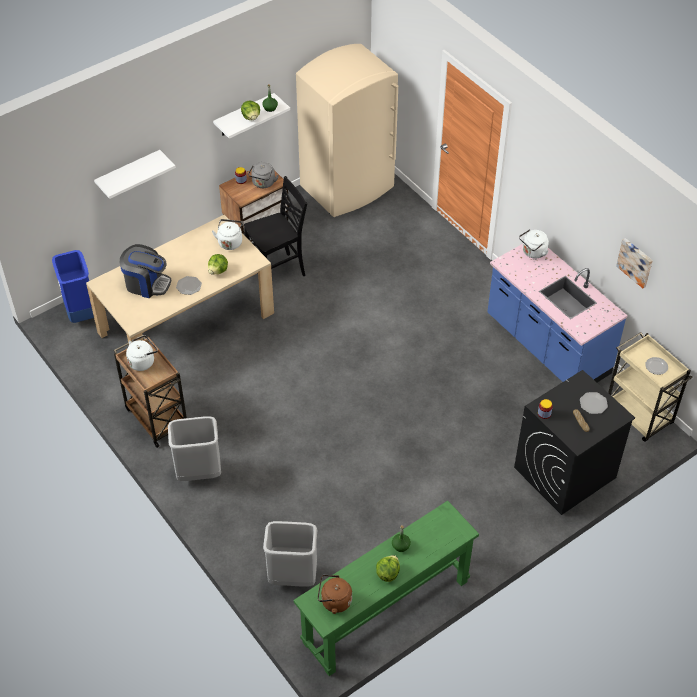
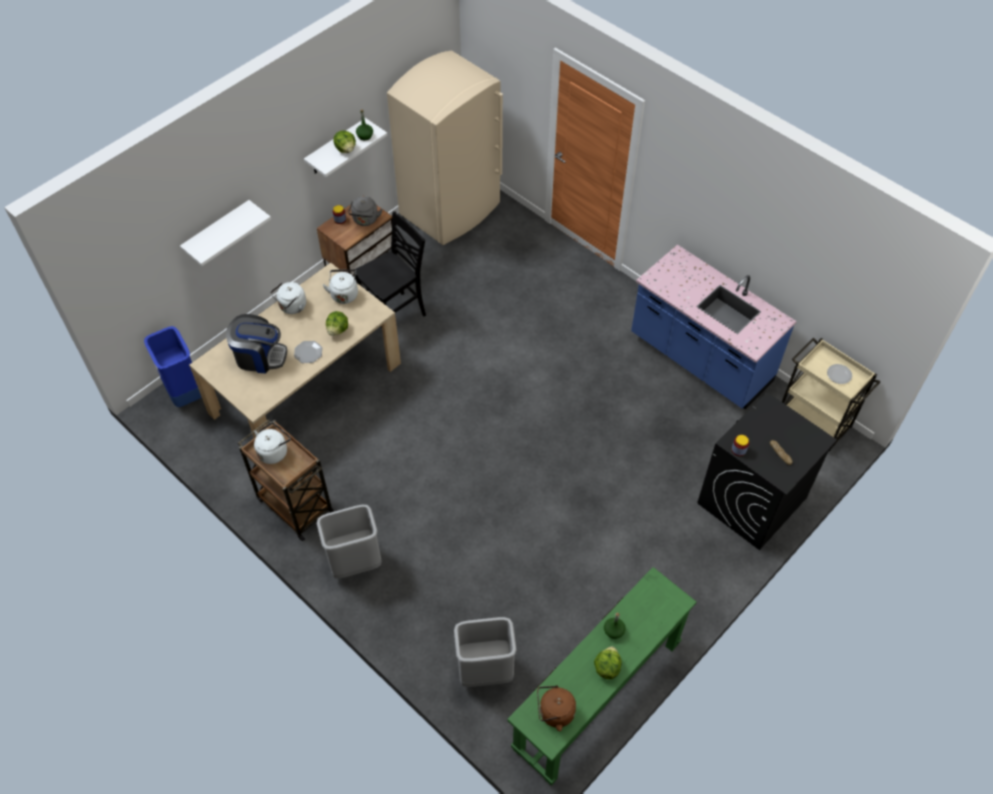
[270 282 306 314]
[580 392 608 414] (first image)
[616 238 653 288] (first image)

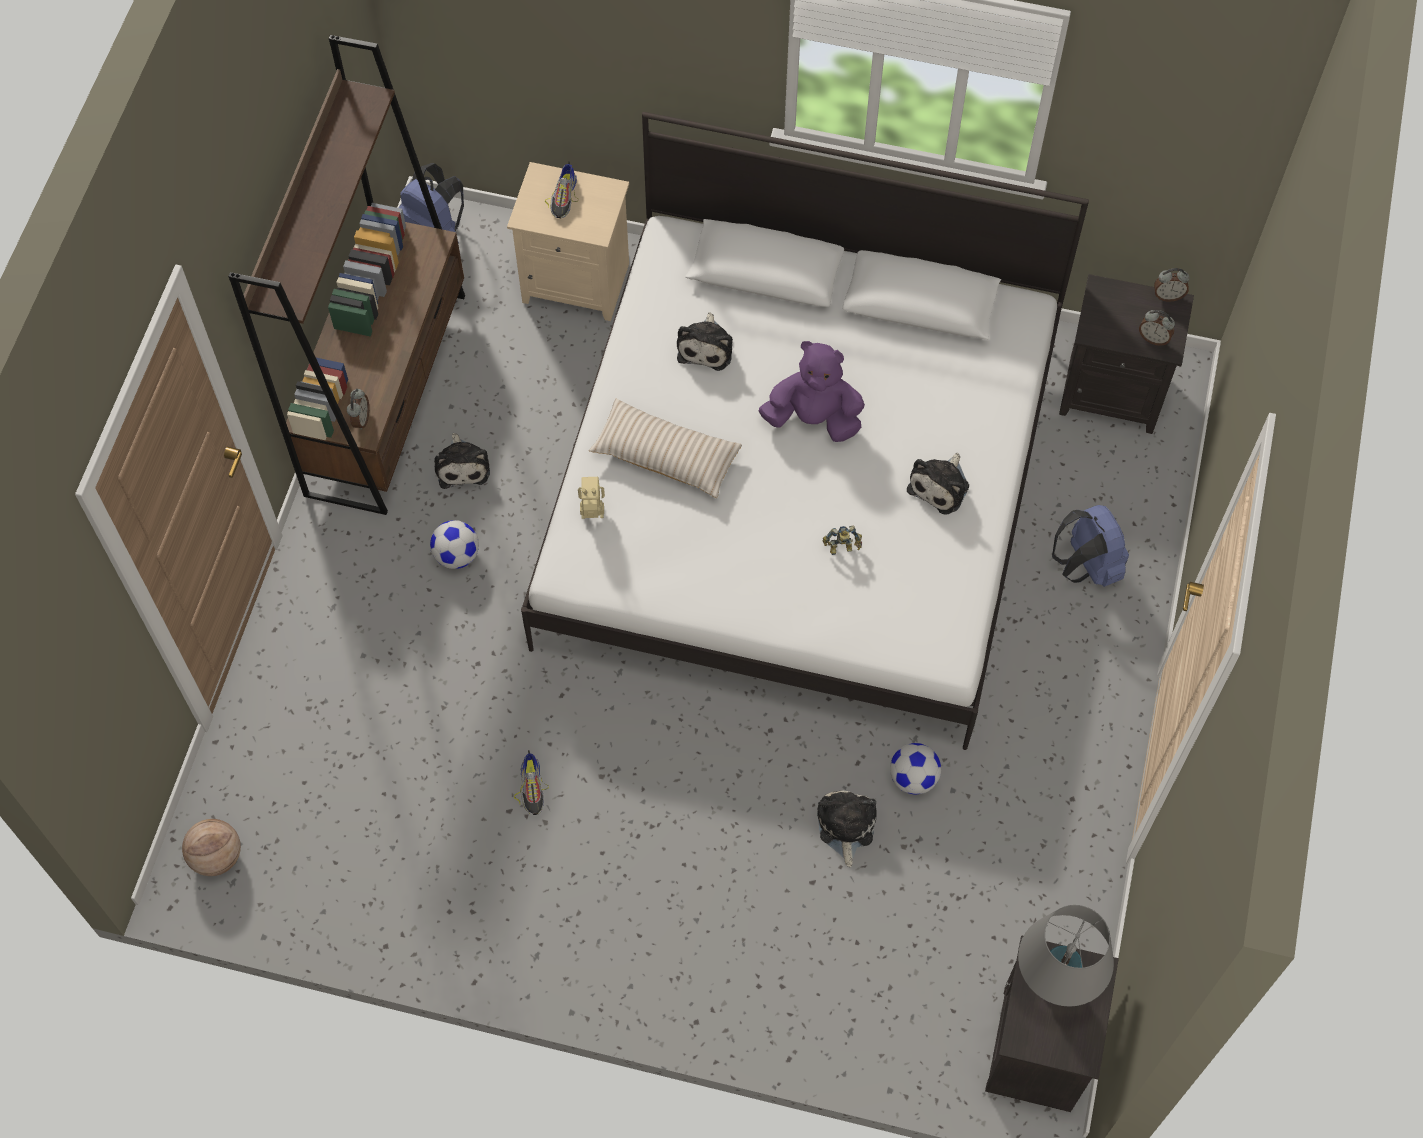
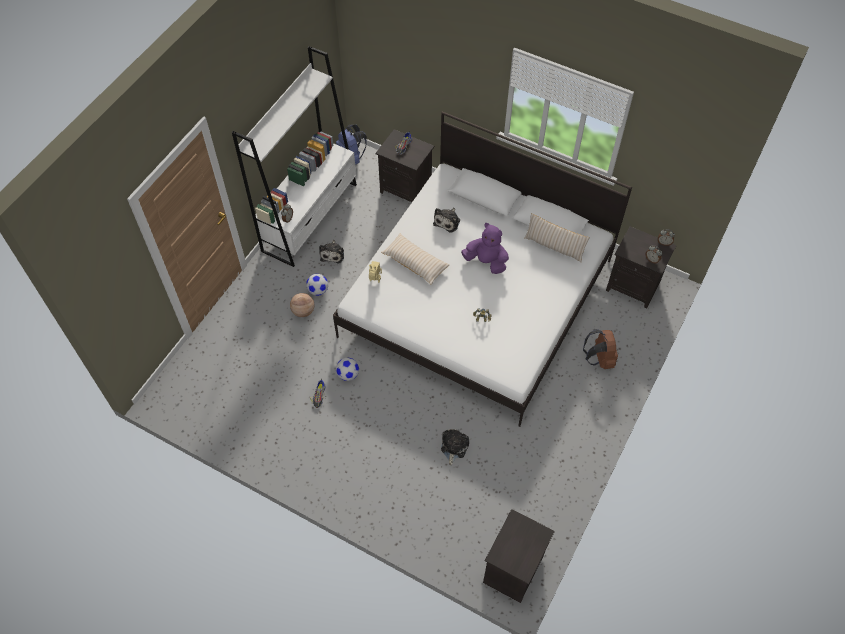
[290 293 315 317]
[232 46 357 267]
[376 129 434 202]
[336 358 359 381]
[907 453 969 515] (first image)
[1018 905 1114 1007] (first image)
[583 329 618 369]
[524 213 590 262]

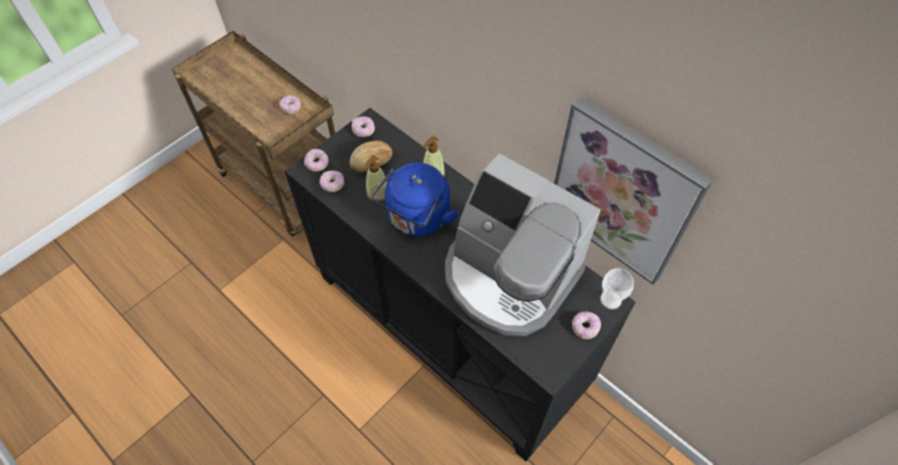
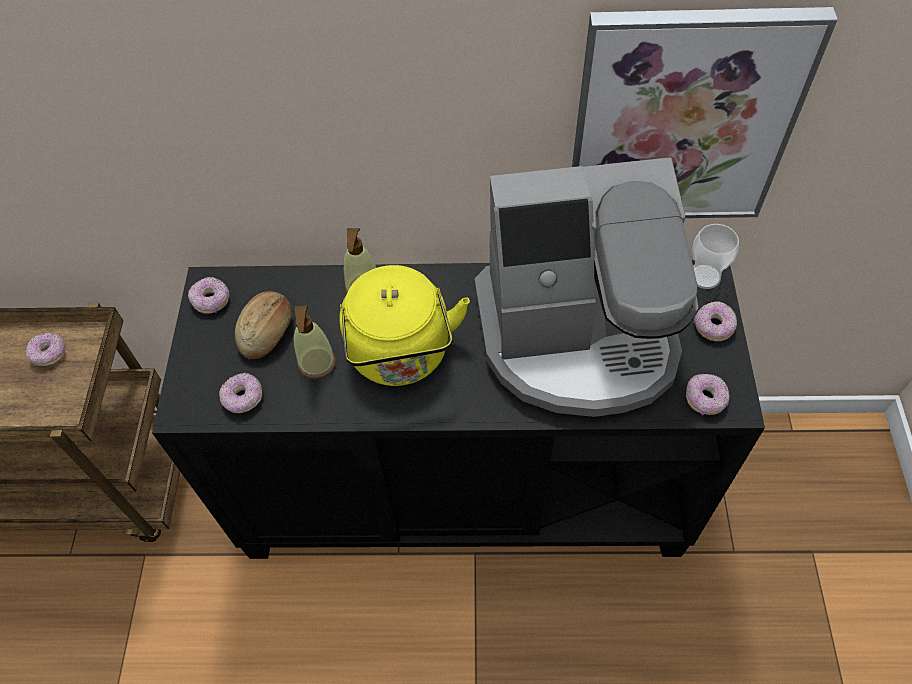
[686 374 730 415]
[339 265 470 386]

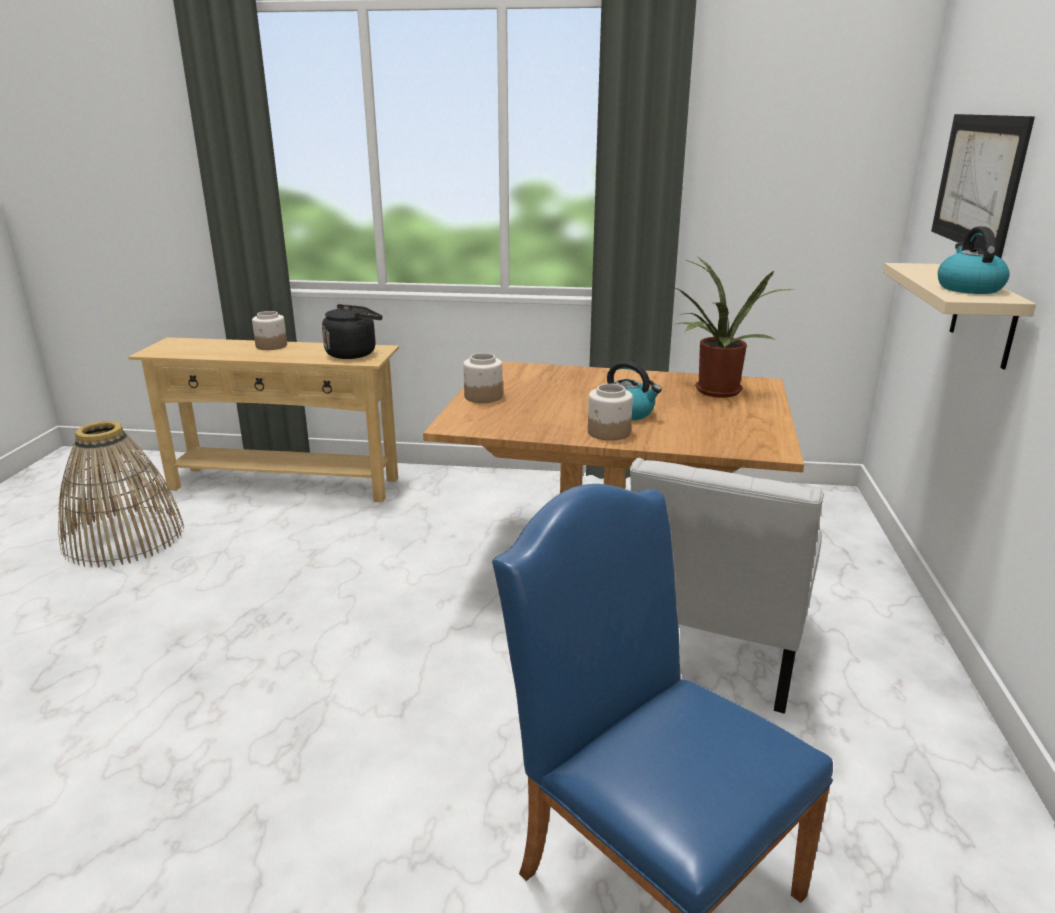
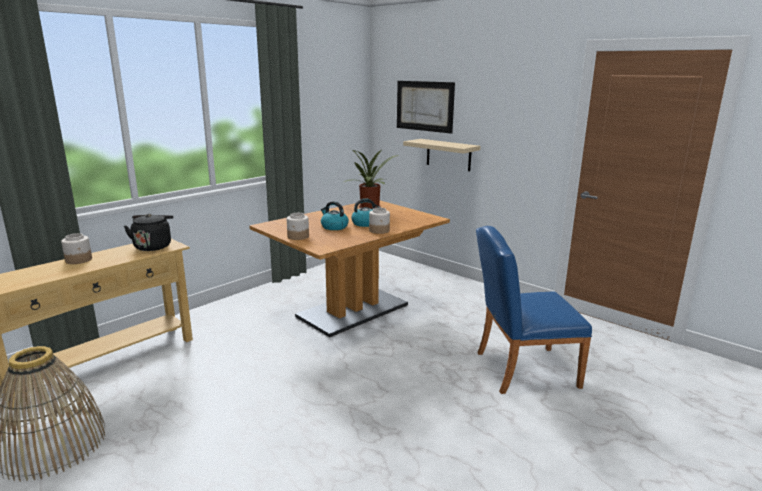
[630 458 824 714] (first image)
[321 201 349 230]

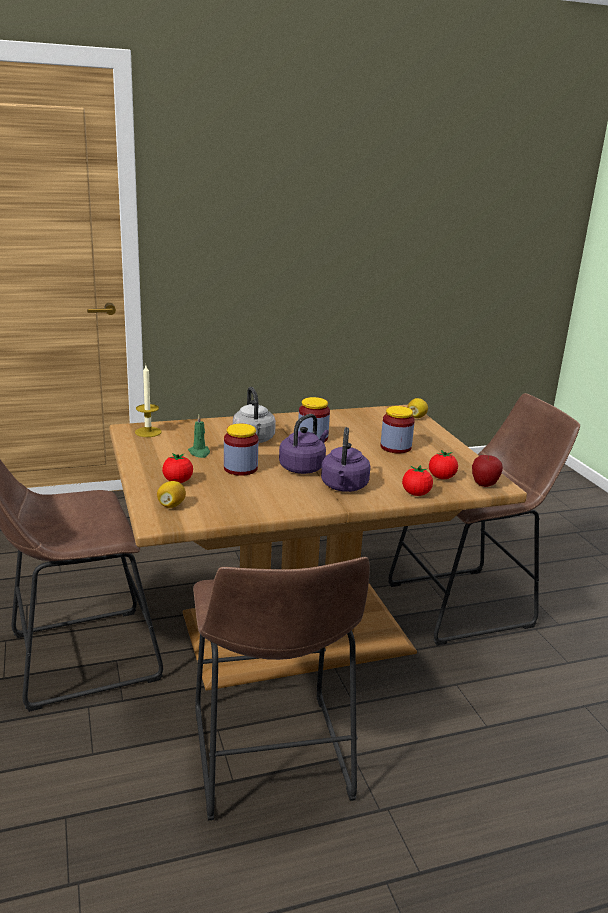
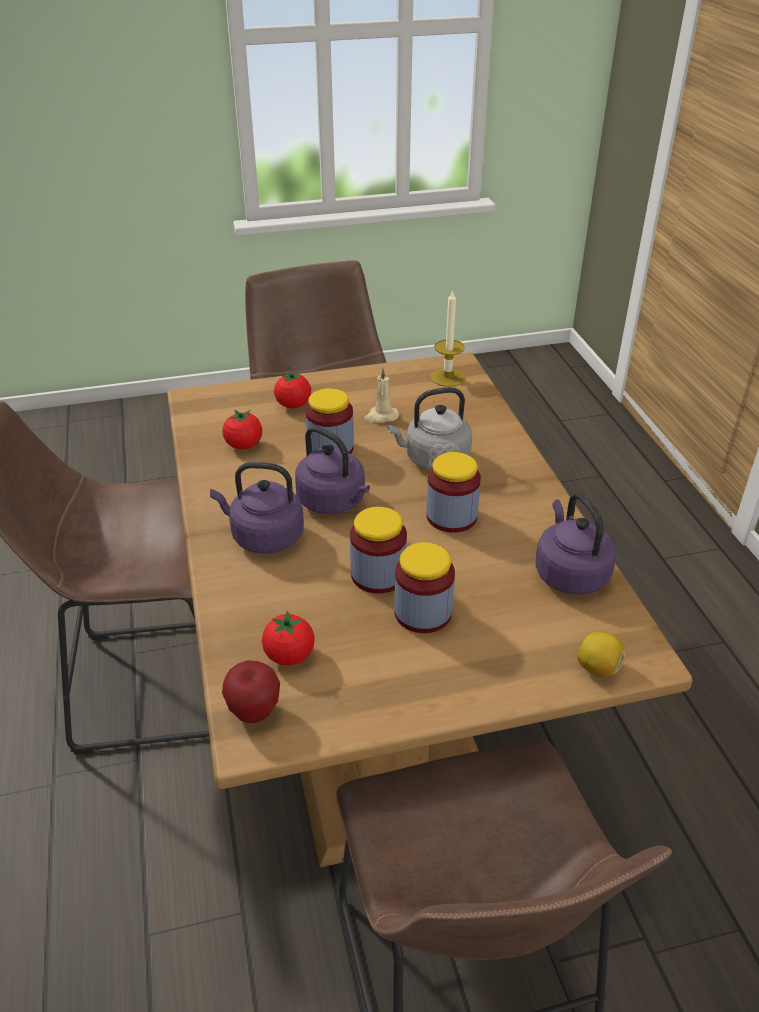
[157 481 186 508] (first image)
[365 368 399 423]
[222 410 262 450]
[350 507 407 594]
[536 493 616 595]

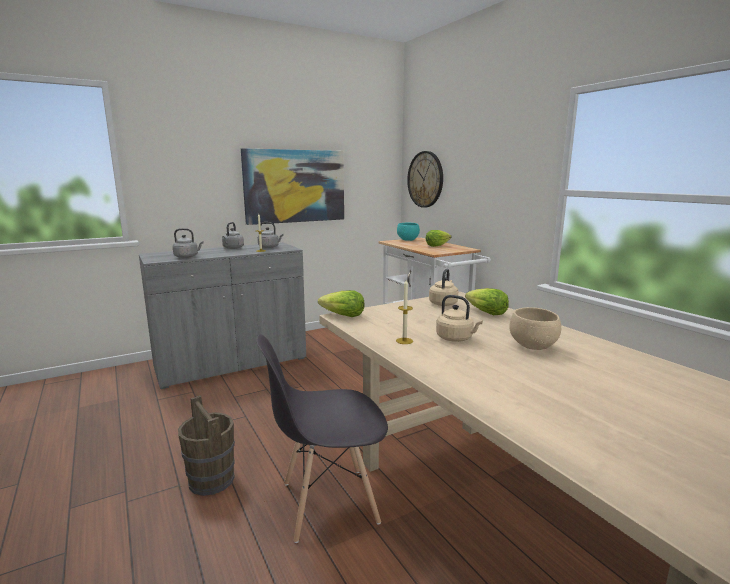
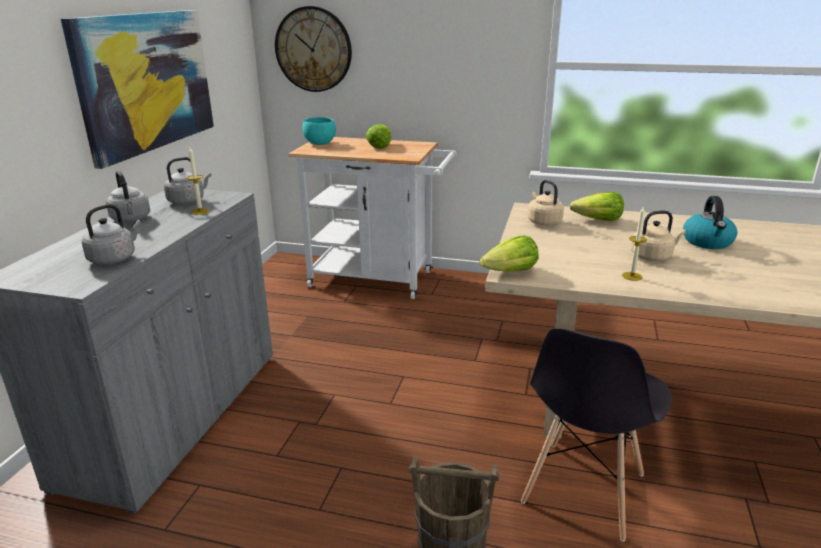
[683 196 737 249]

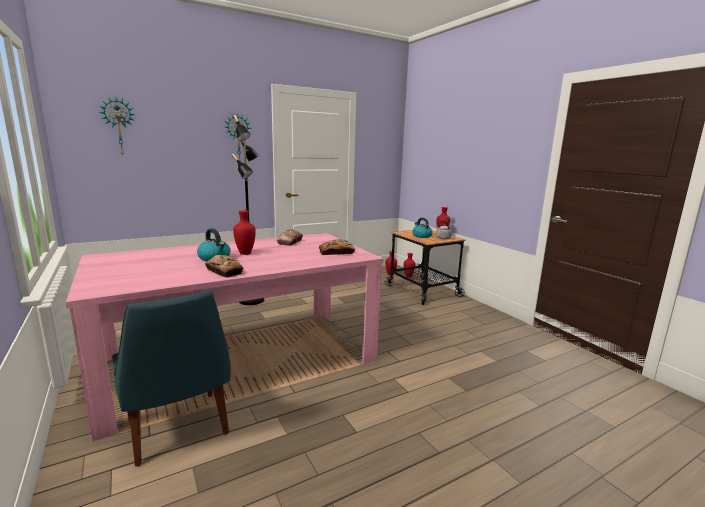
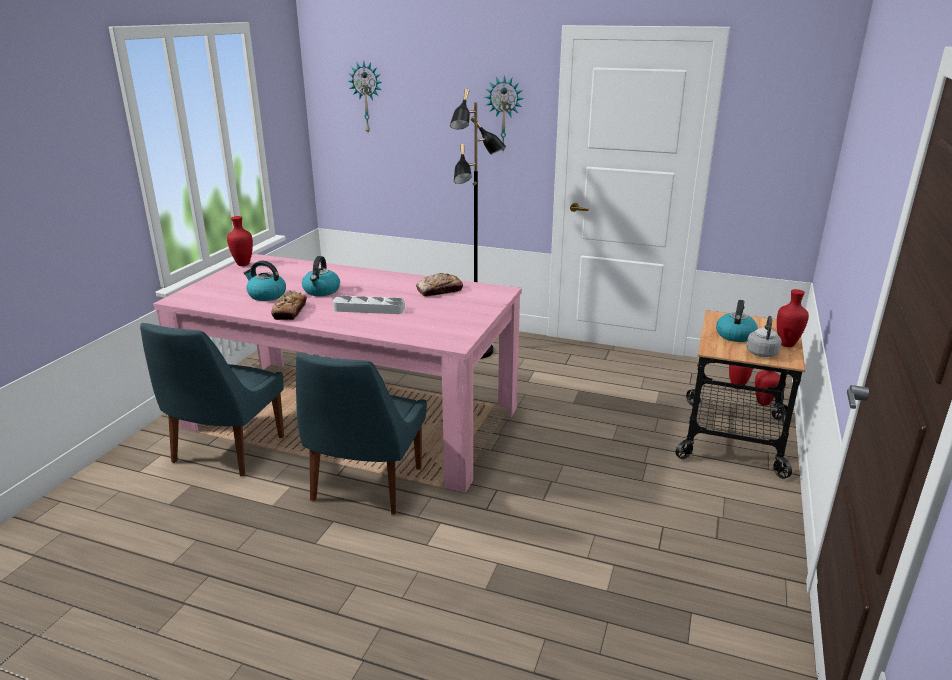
[227 216 253 266]
[319 239 355 255] (first image)
[244 260 286 301]
[296 353 427 514]
[333 296 405 314]

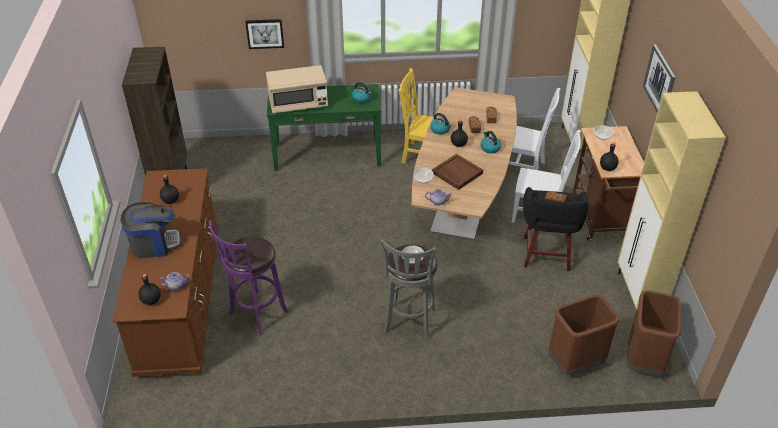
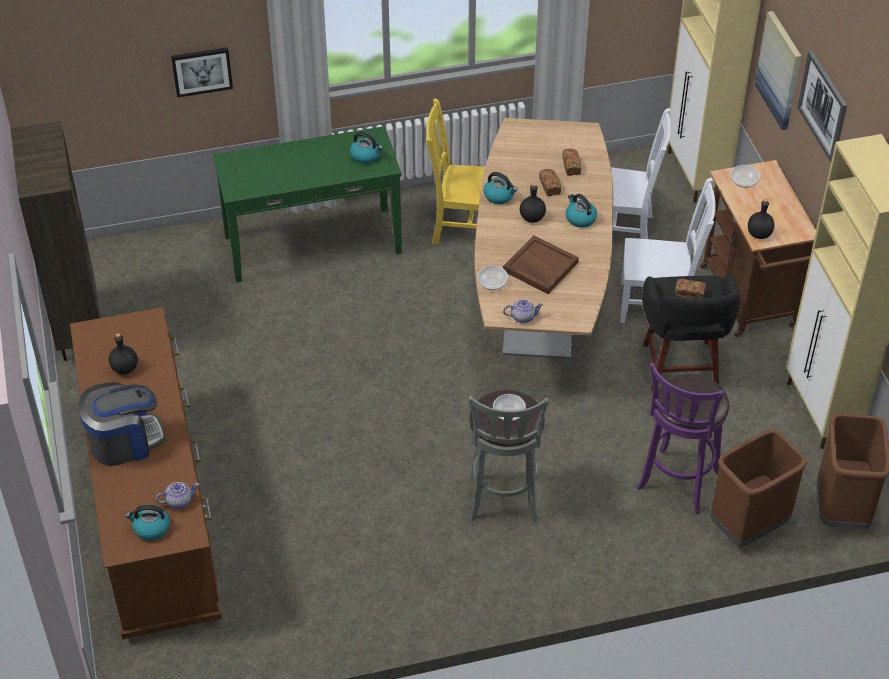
[125 505 170 540]
[637 363 729 514]
[266 65 328 113] (first image)
[755 11 801 130]

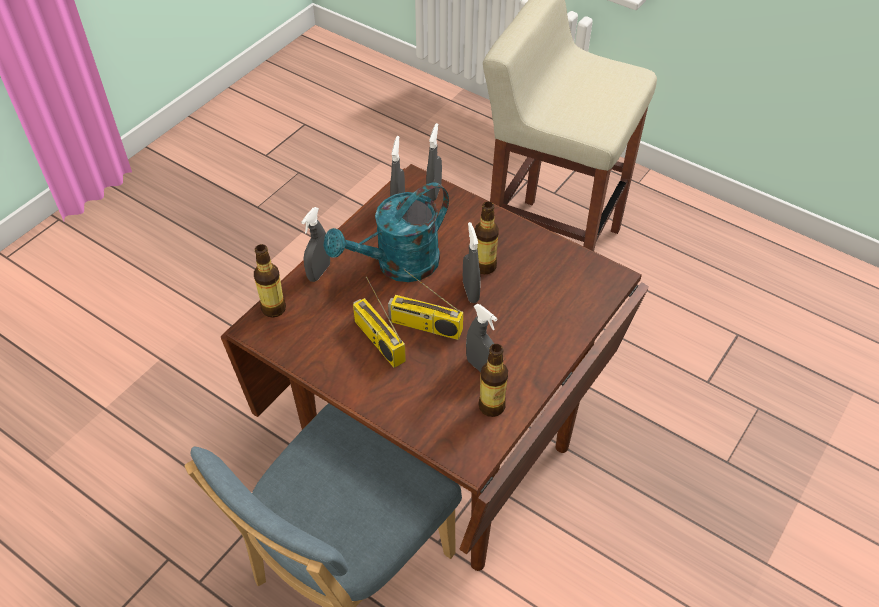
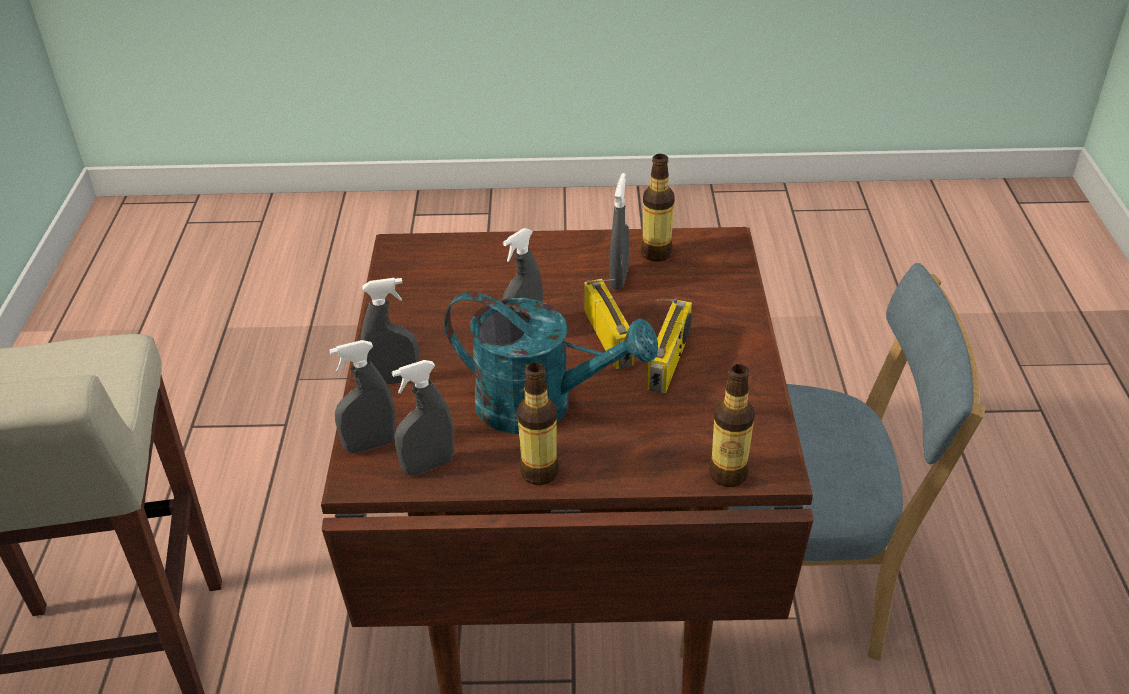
[361 278 420 385]
[517 362 559 485]

